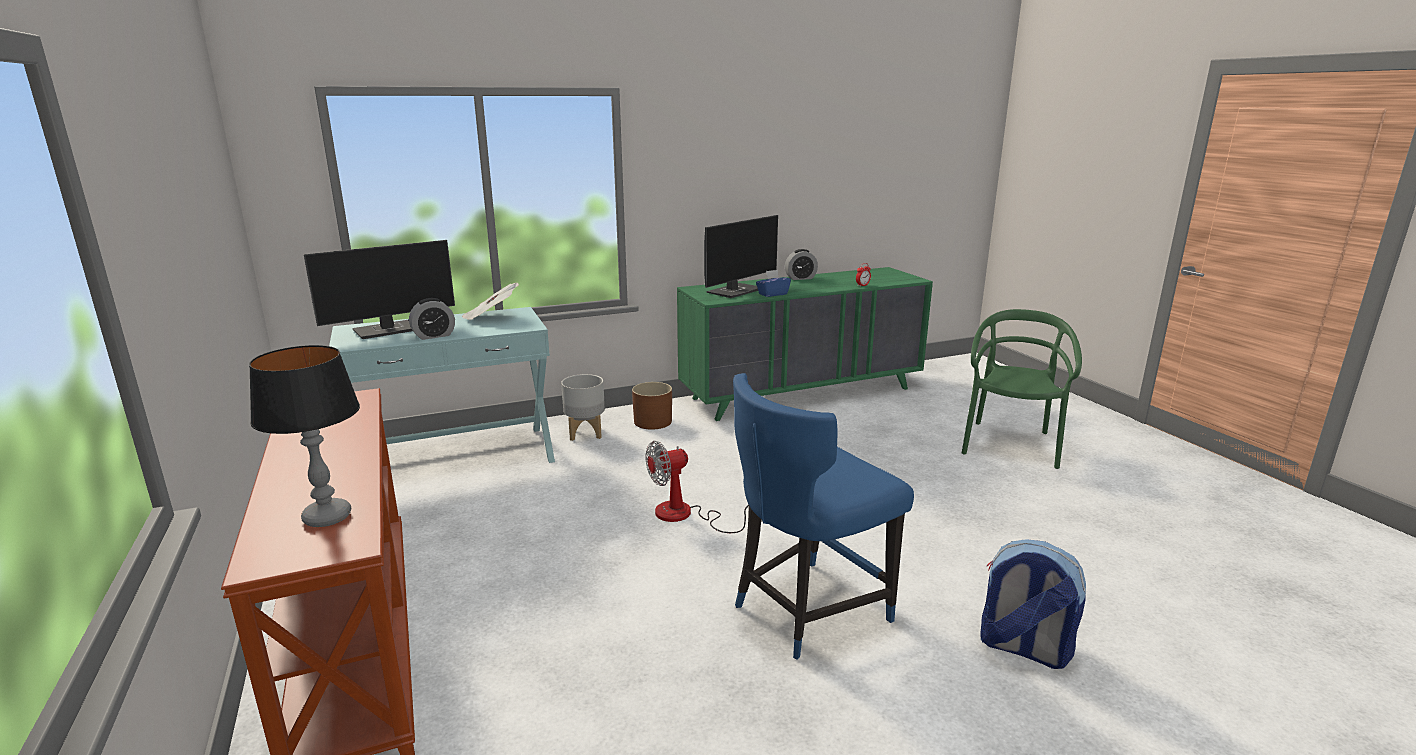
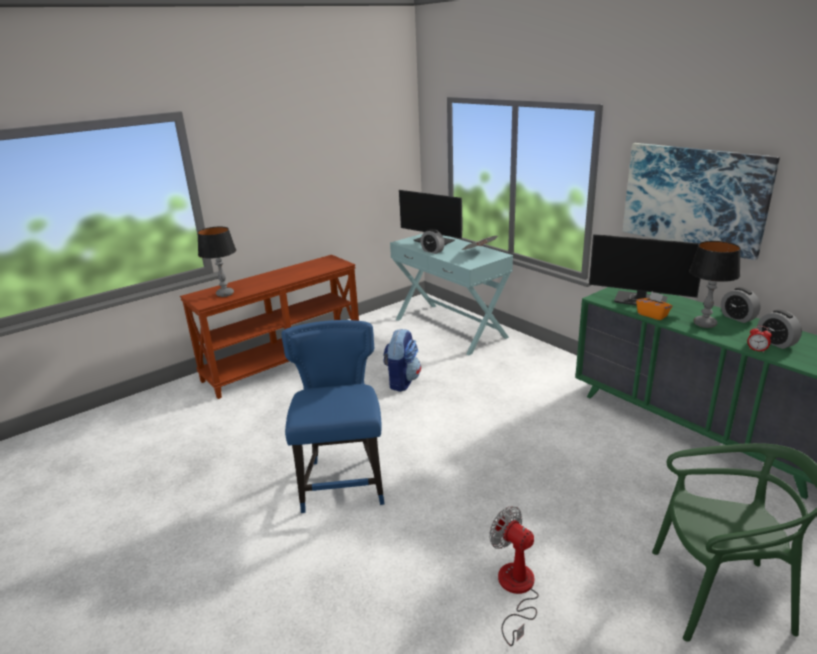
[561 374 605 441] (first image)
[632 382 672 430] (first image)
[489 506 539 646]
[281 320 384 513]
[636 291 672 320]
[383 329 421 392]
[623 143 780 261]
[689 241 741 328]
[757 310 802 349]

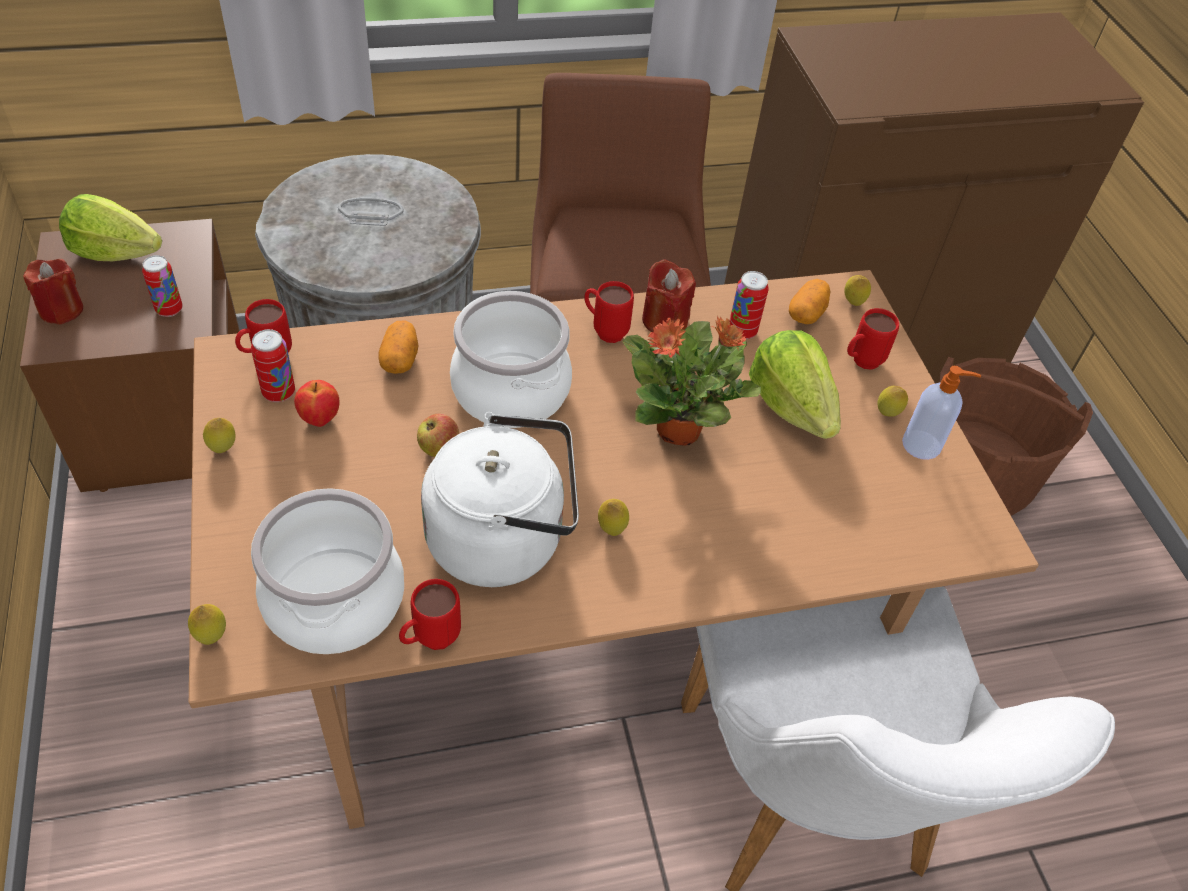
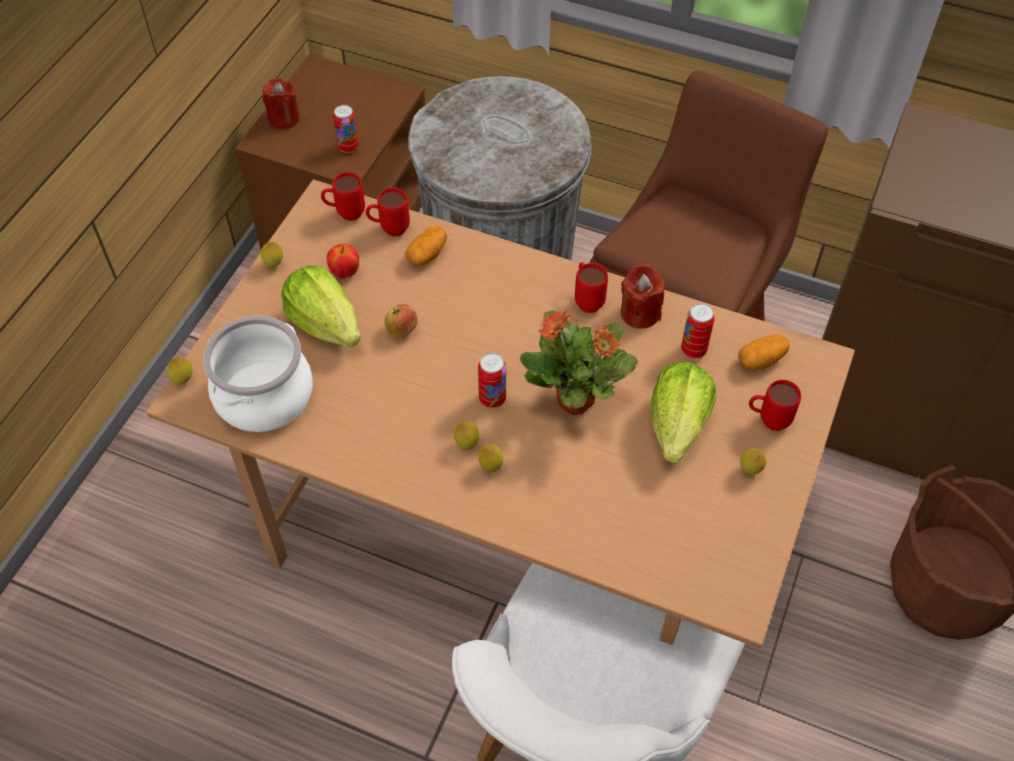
[281 265 361 347]
[478 353 506 408]
[366 188 410 237]
[421 412 579 587] (first image)
[450 291 572 428] (first image)
[478 444 504 472]
[902 366 981 460] (first image)

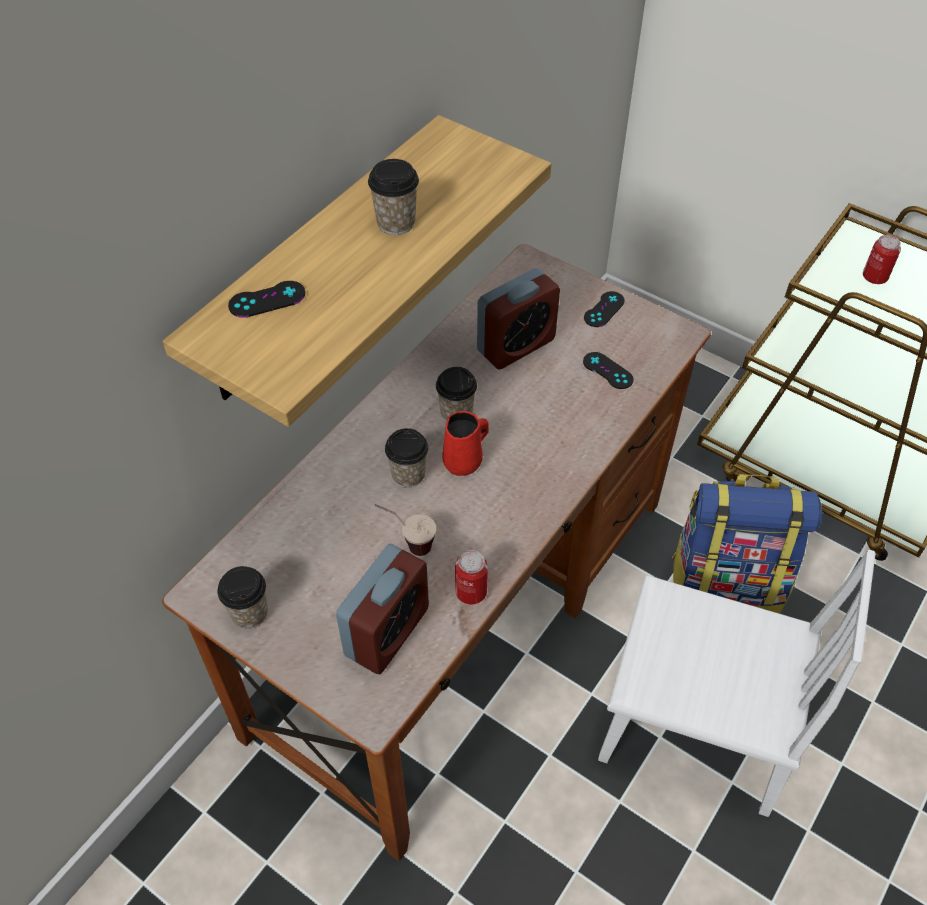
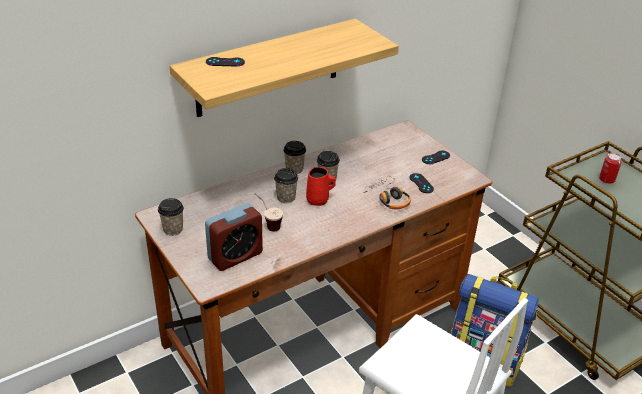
[283 141 306 174]
[455 550 488 604] (first image)
[477 268 560 369] (first image)
[363 176 411 209]

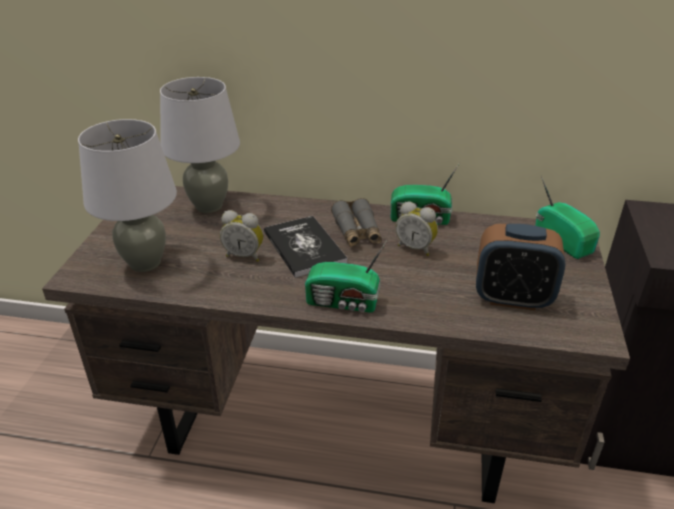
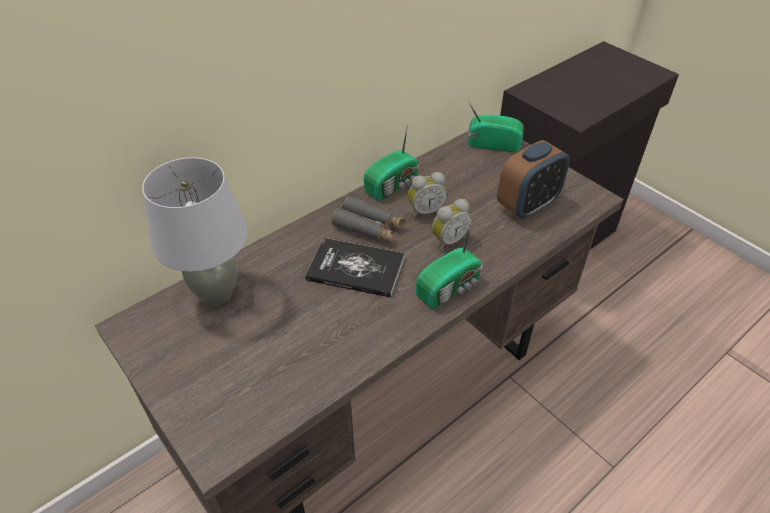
[78 119 177 272] (first image)
[432 199 472 251]

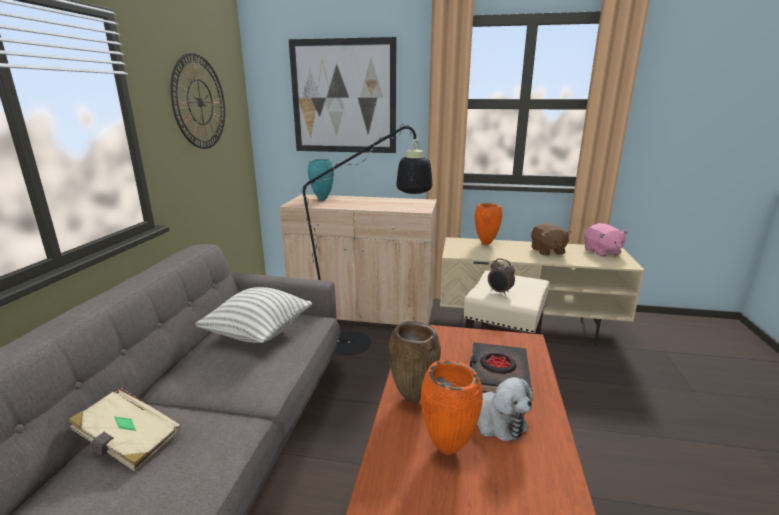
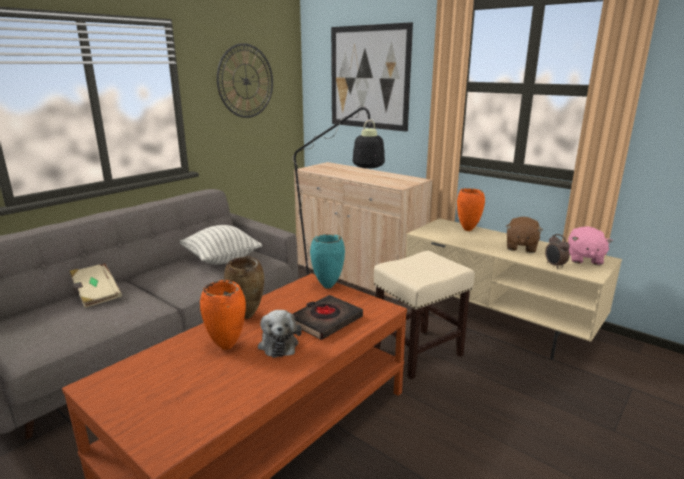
[310 234 345 289]
[545 234 570 269]

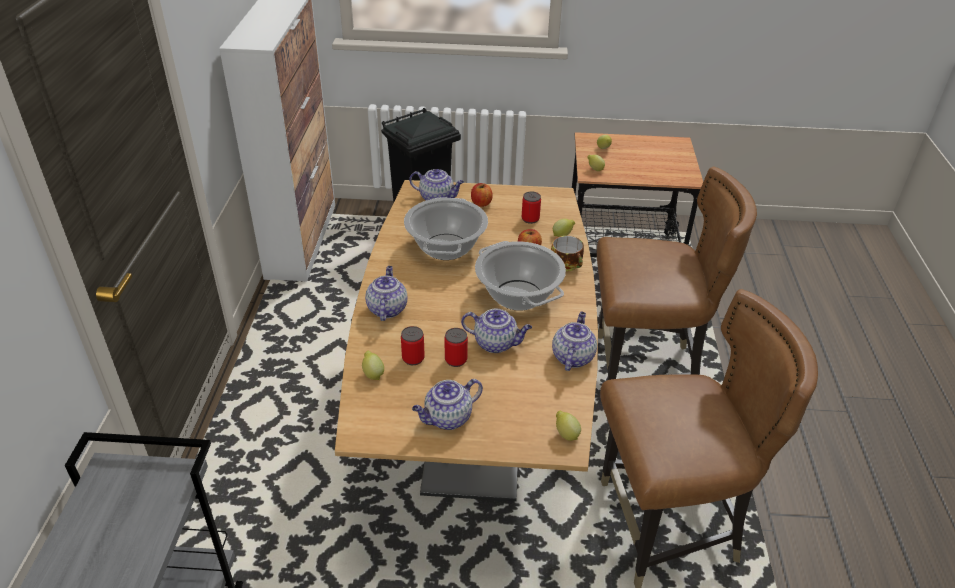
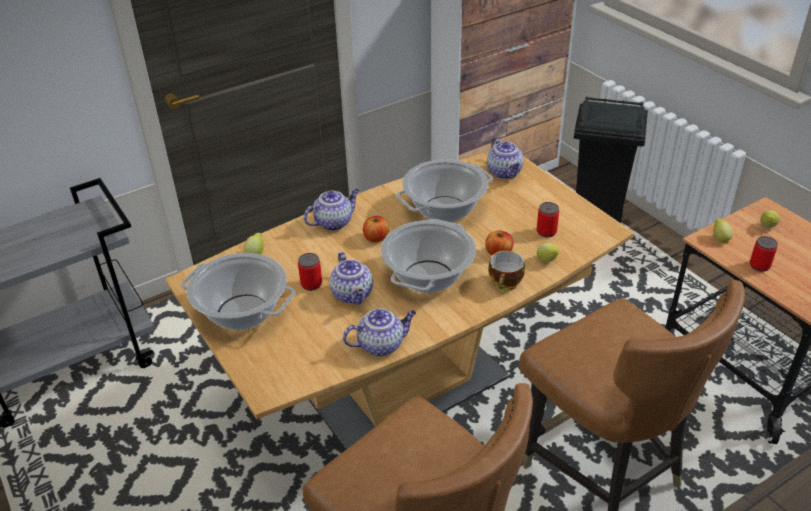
[750 236 778 272]
[181 253 296 330]
[363 216 389 243]
[556 411 581 441] (first image)

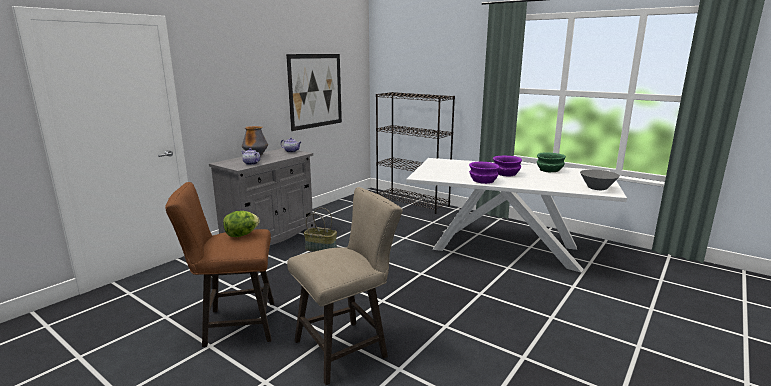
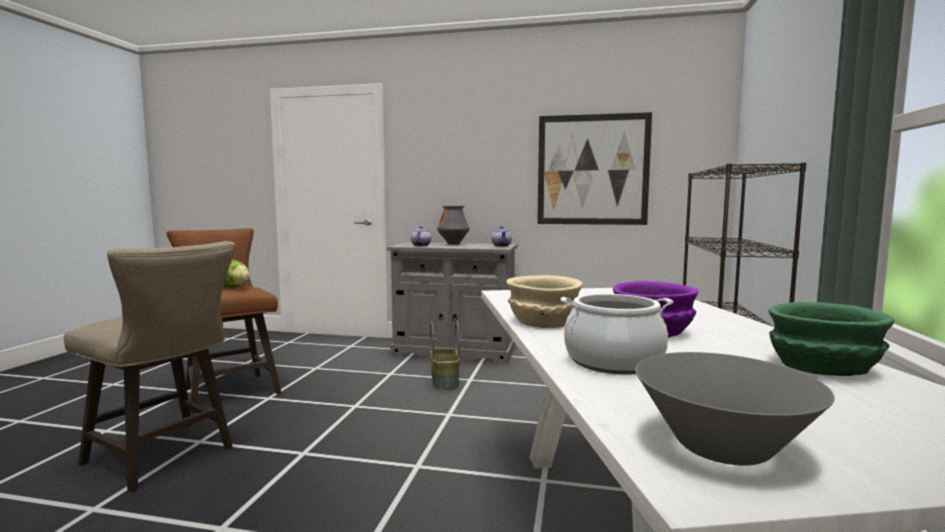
[506 275 583 328]
[561 294 673 375]

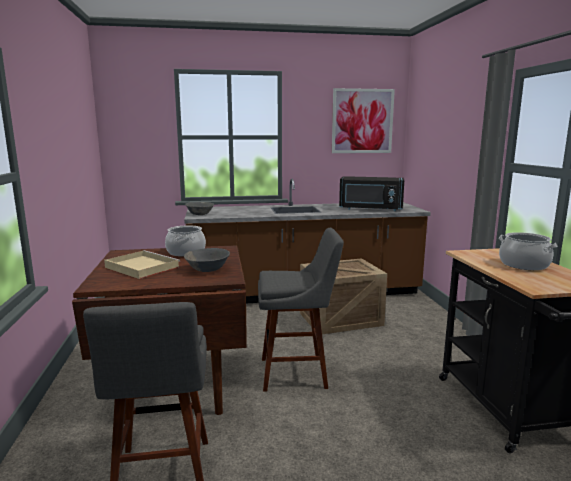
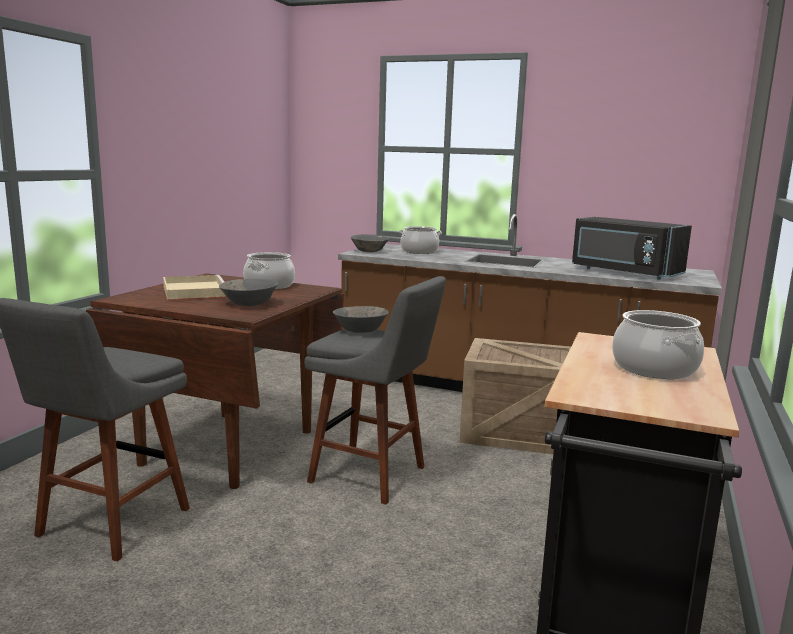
[332 88 395 153] (first image)
[333 306 388 333]
[399 226 442 254]

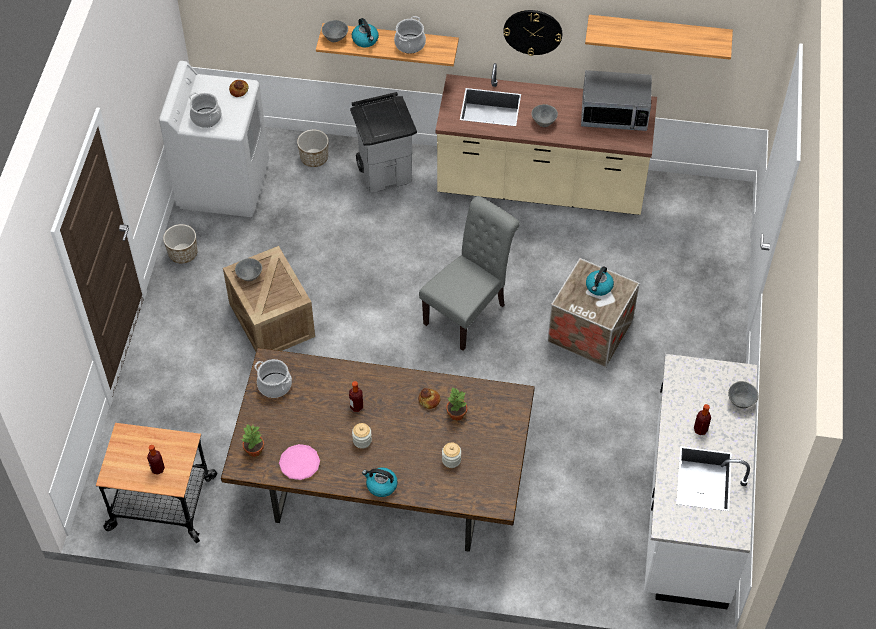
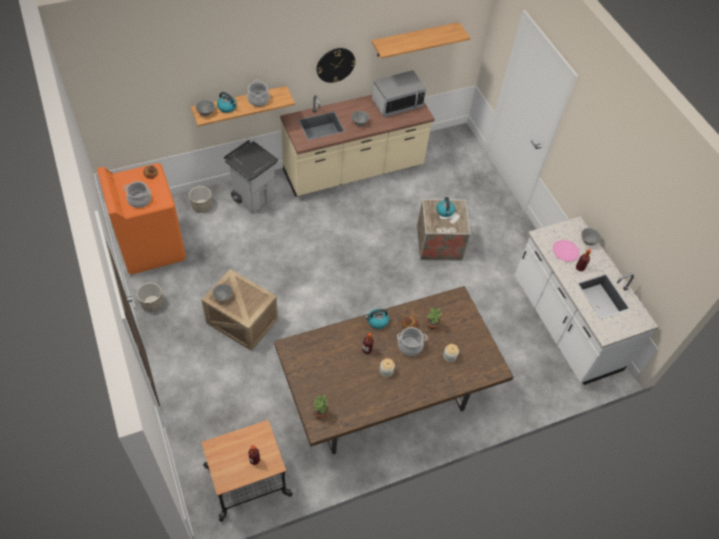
[97 163 186 275]
[397 327 427 356]
[553 240 579 262]
[365 309 389 329]
[419 196 520 351] (first image)

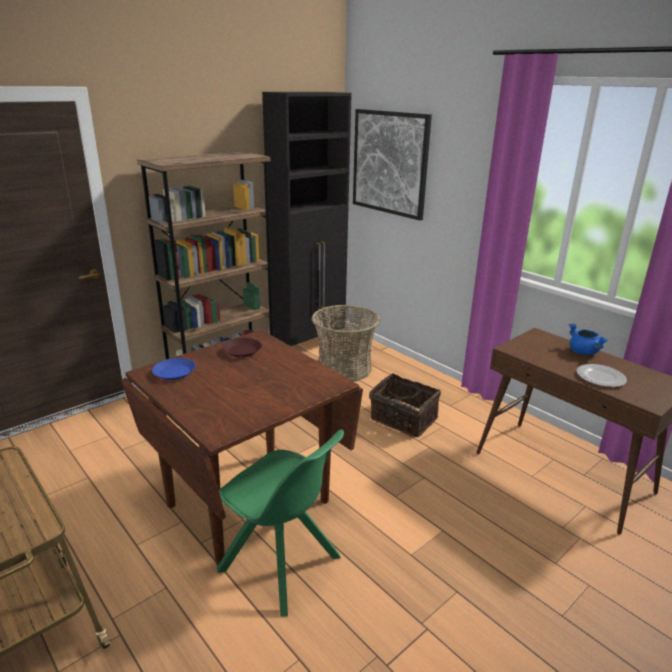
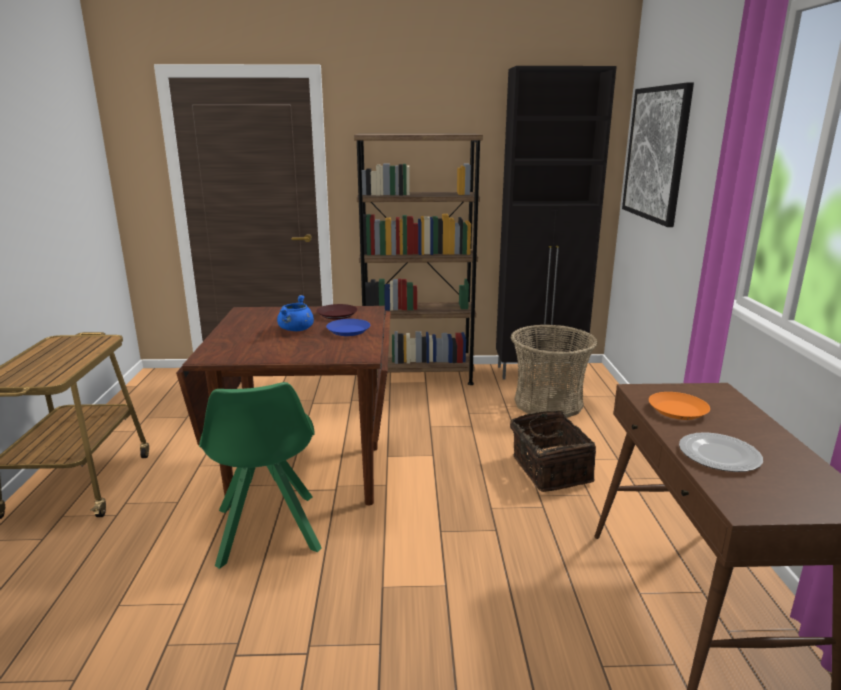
[326 319 370 336]
[277 295 314 331]
[649 392 710 420]

